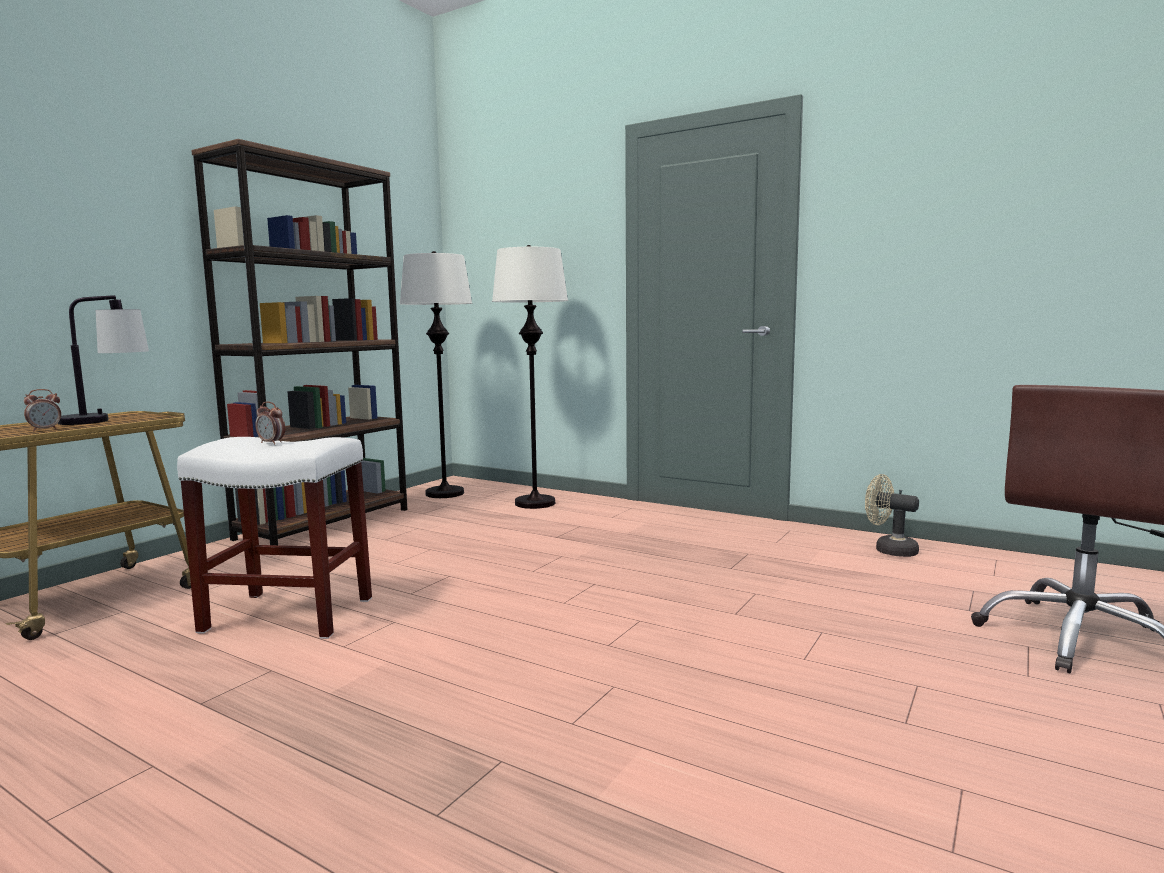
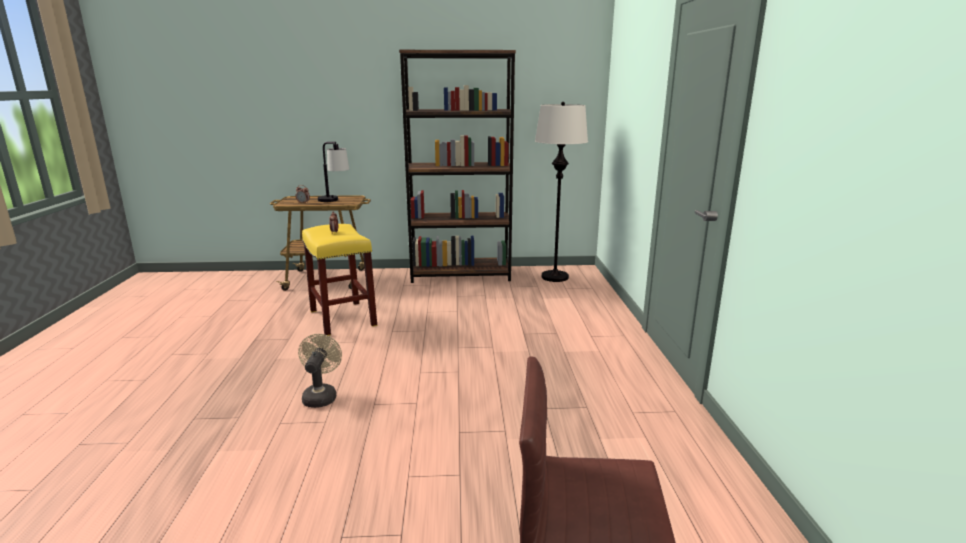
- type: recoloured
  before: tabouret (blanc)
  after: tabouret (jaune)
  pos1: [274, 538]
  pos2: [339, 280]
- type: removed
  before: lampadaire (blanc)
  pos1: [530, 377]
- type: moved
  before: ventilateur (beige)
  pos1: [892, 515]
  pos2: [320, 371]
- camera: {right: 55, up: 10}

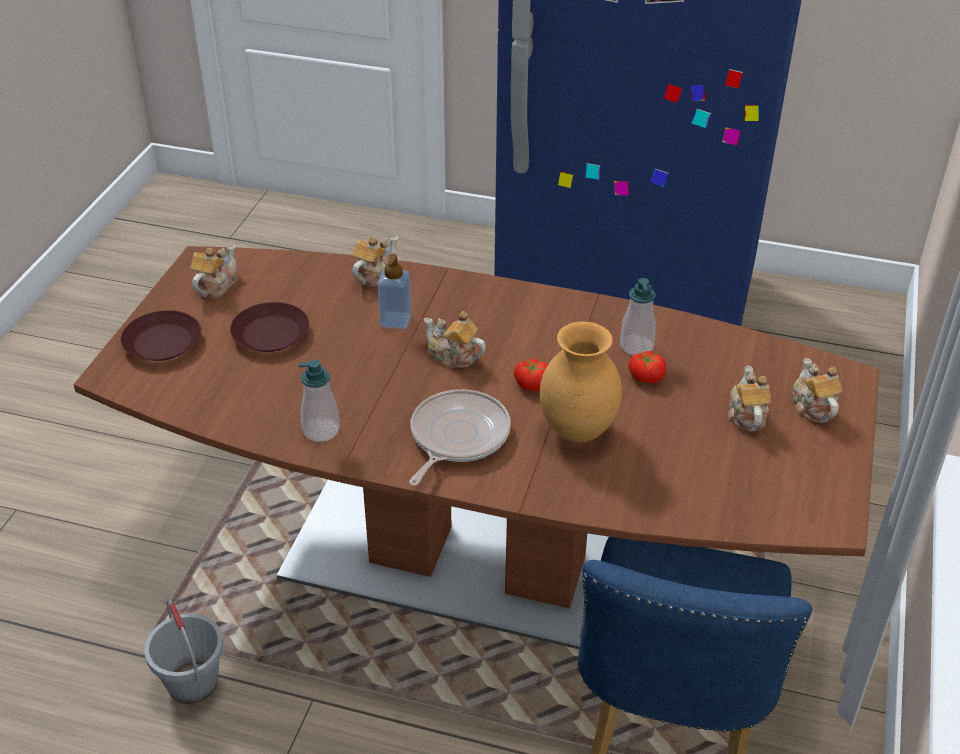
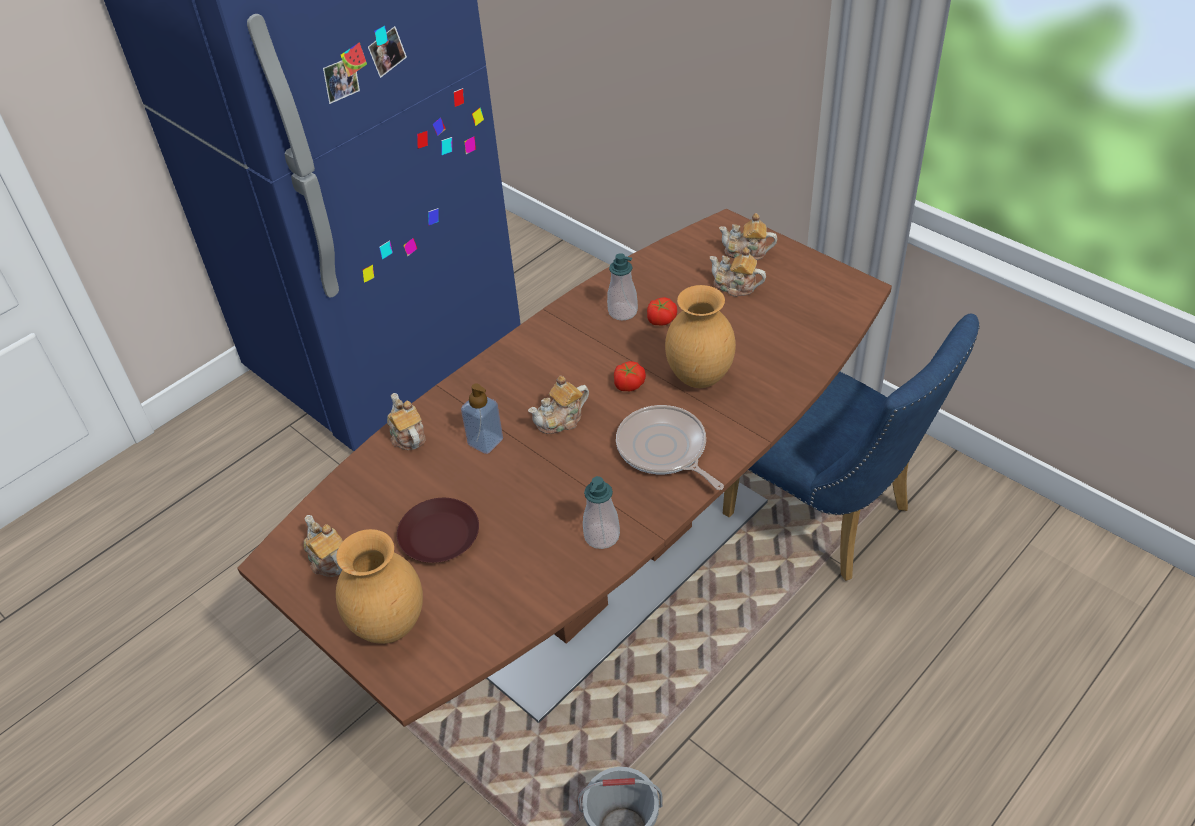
- type: replaced
  before: assiette (marron)
  after: vase (marron)
  pos1: [160, 335]
  pos2: [379, 586]
- camera: {right: -60, up: 5}

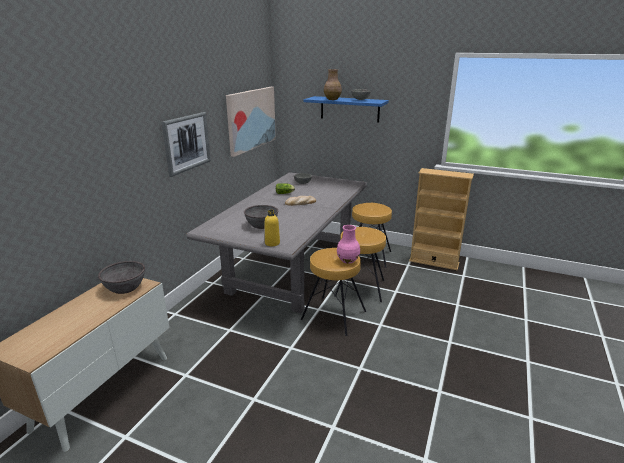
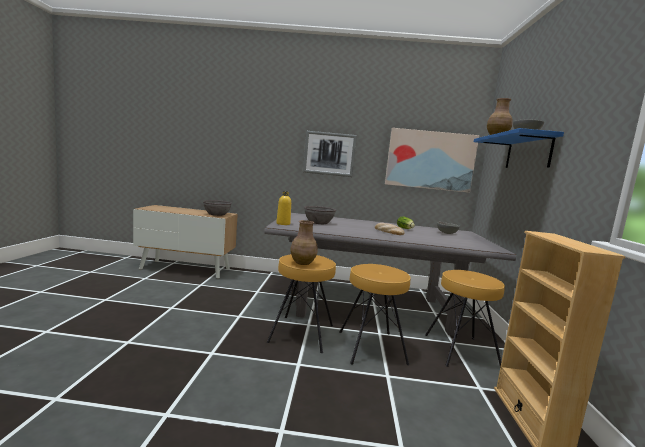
- type: recoloured
  before: vase (rose)
  after: vase (marron)
  pos1: [348, 244]
  pos2: [304, 242]
- camera: {right: 70, up: -15}

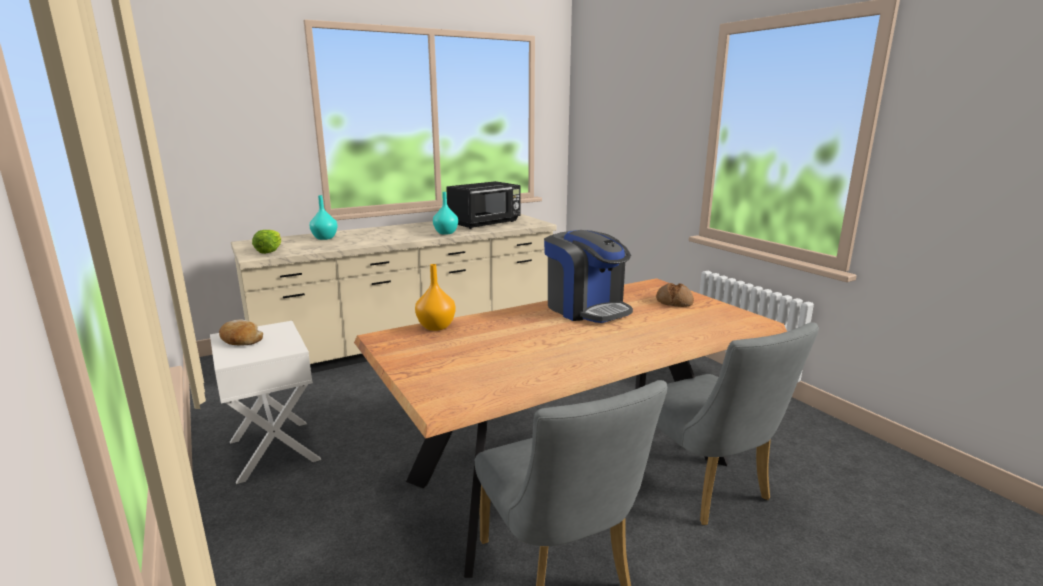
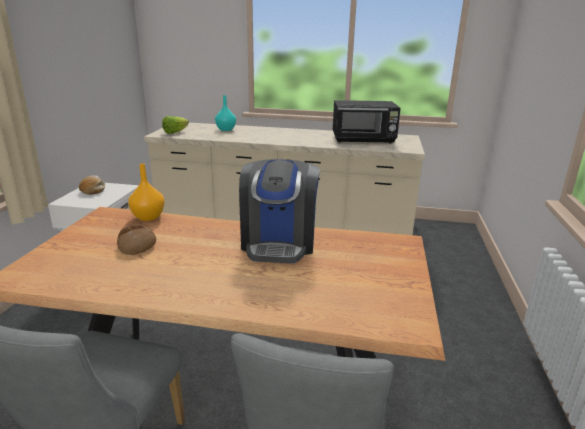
- type: removed
  before: vase (turquoise)
  pos1: [445, 213]
- type: moved
  before: pain
  pos1: [675, 295]
  pos2: [136, 239]
- camera: {right: 40, up: 5}

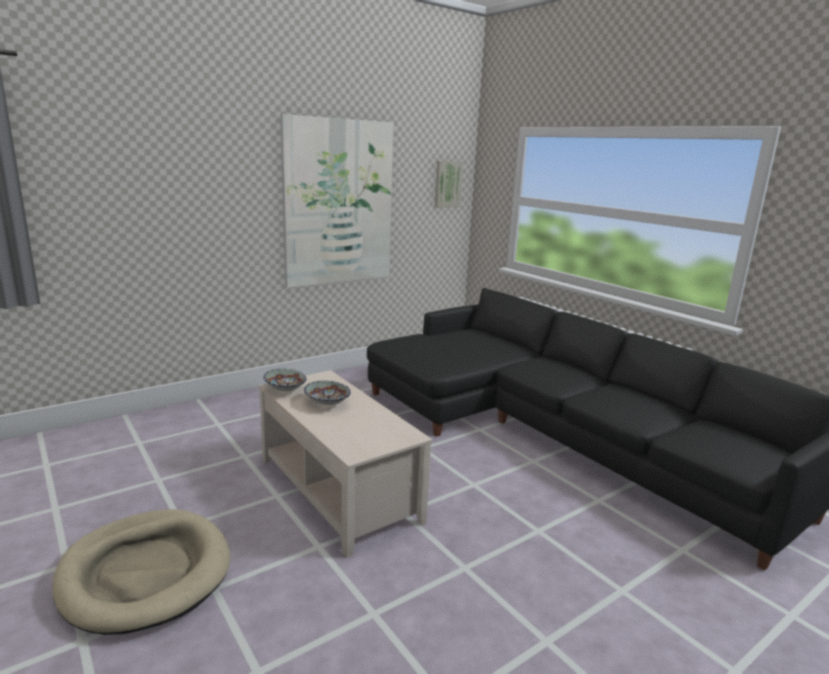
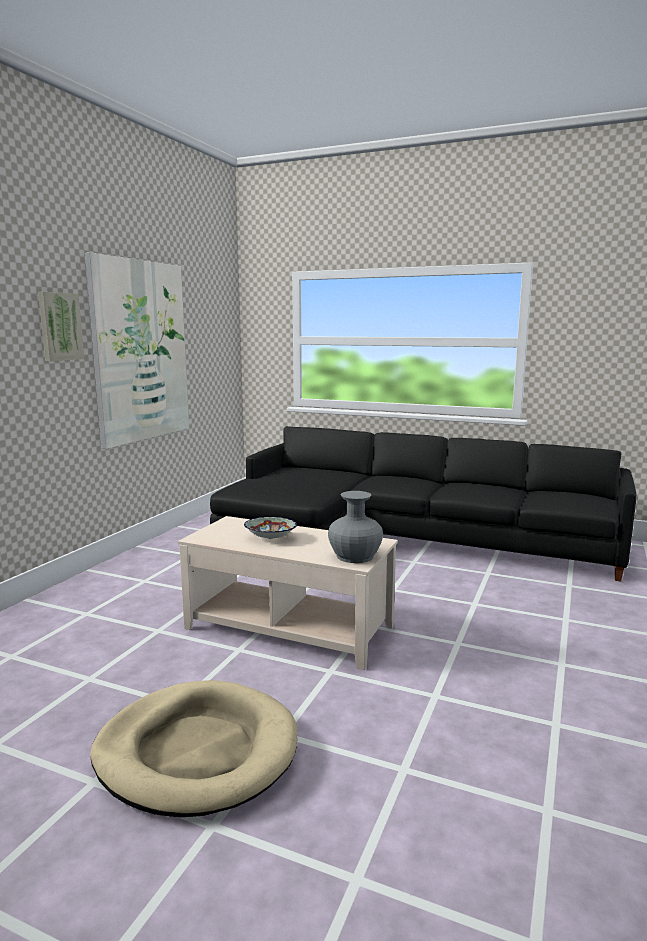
- type: removed
  before: bol
  pos1: [285, 380]
- type: moved
  before: tableau
  pos1: [449, 184]
  pos2: [61, 326]
- type: added
  after: vase (gris)
  pos2: [355, 527]
- camera: {right: -30, up: -5}

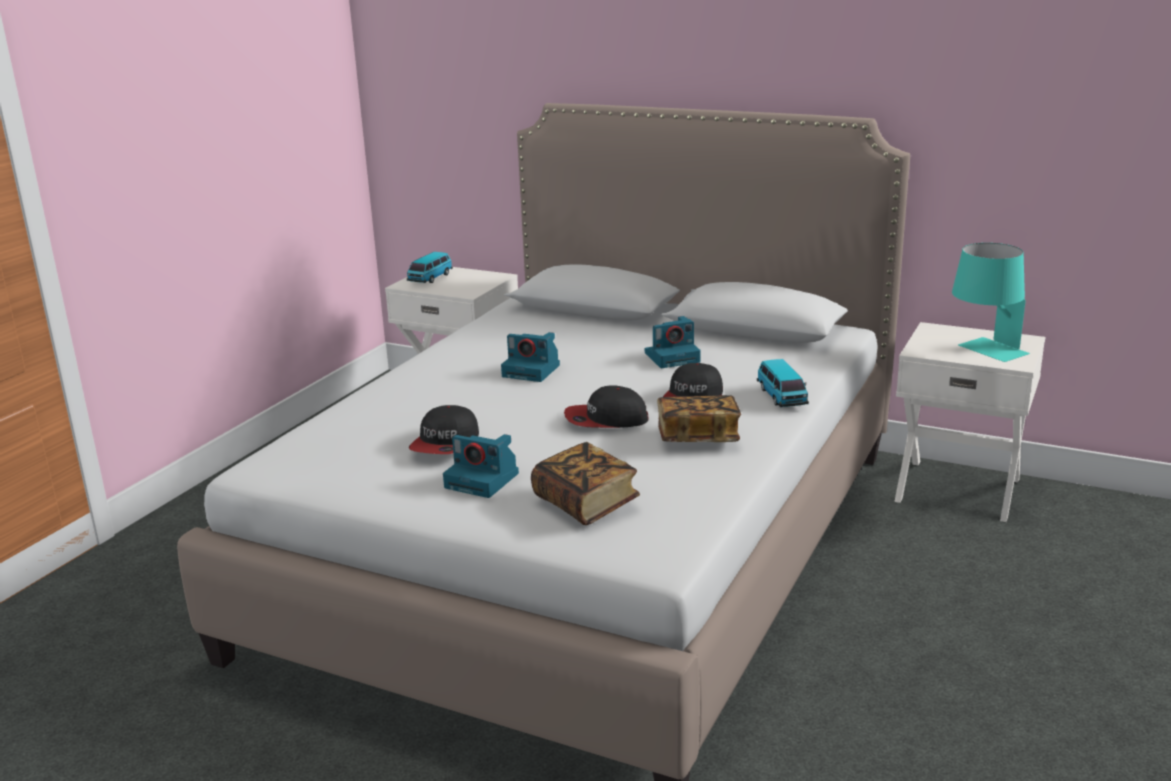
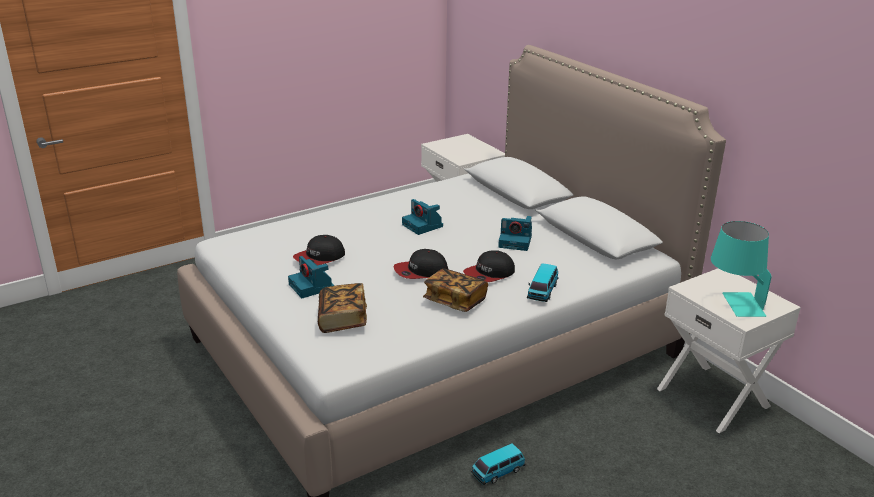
- type: moved
  before: petite voiture
  pos1: [430, 267]
  pos2: [498, 464]
- type: turned
  before: casquette
  pos1: [606, 406]
  pos2: [420, 264]
  turn: -45
- camera: {right: 30, up: 5}

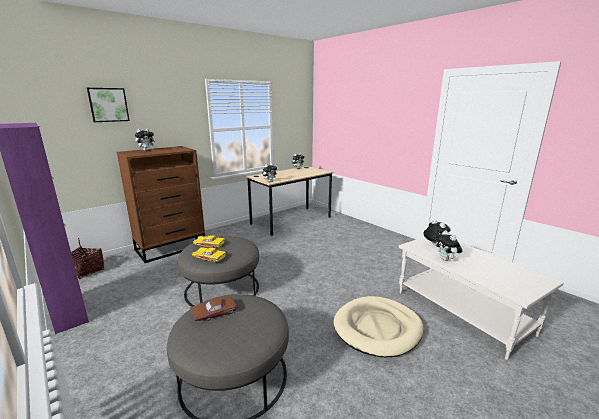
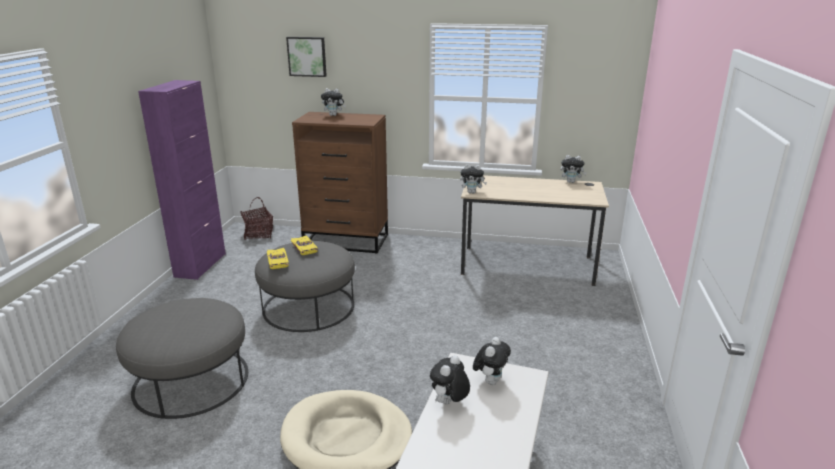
- type: removed
  before: petite voiture (marron)
  pos1: [213, 308]
- camera: {right: 50, up: 5}

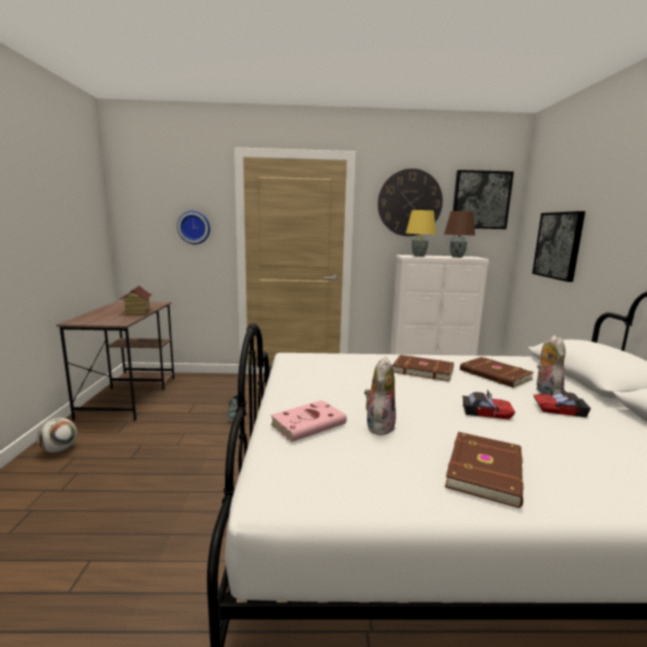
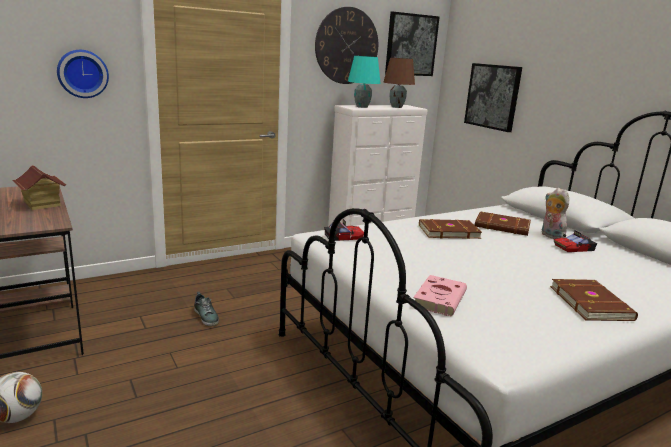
- type: removed
  before: peluche
  pos1: [380, 395]
- type: recoloured
  before: lampe de table (jaune)
  after: lampe de table (turquoise)
  pos1: [421, 233]
  pos2: [364, 82]
- type: moved
  before: petite voiture
  pos1: [488, 404]
  pos2: [344, 230]
- camera: {right: -30, up: 5}

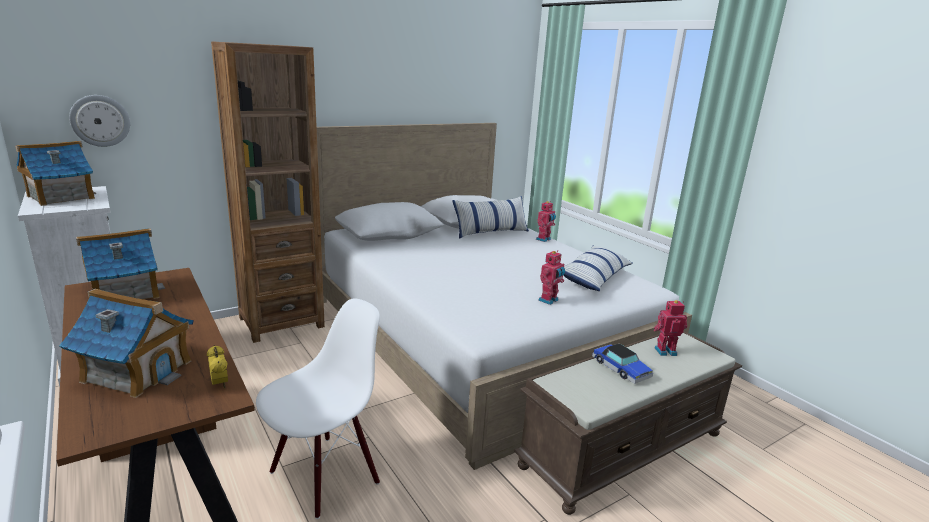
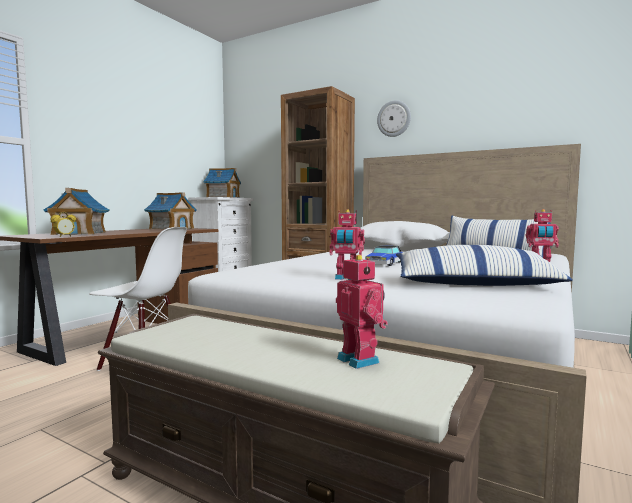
- type: moved
  before: horloge murale
  pos1: [99, 121]
  pos2: [394, 118]
- type: moved
  before: petite voiture
  pos1: [622, 364]
  pos2: [383, 255]
- camera: {right: 65, up: -15}

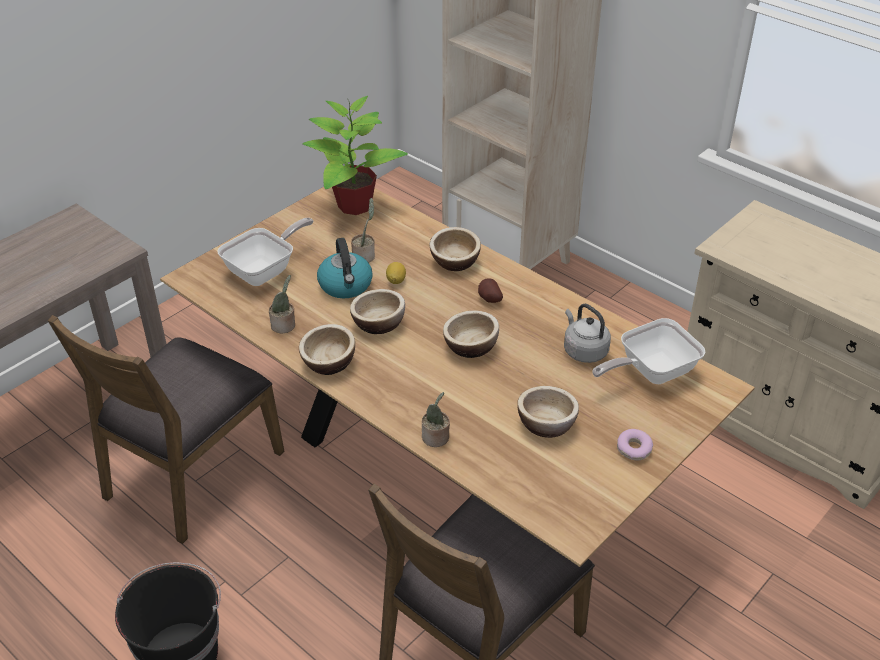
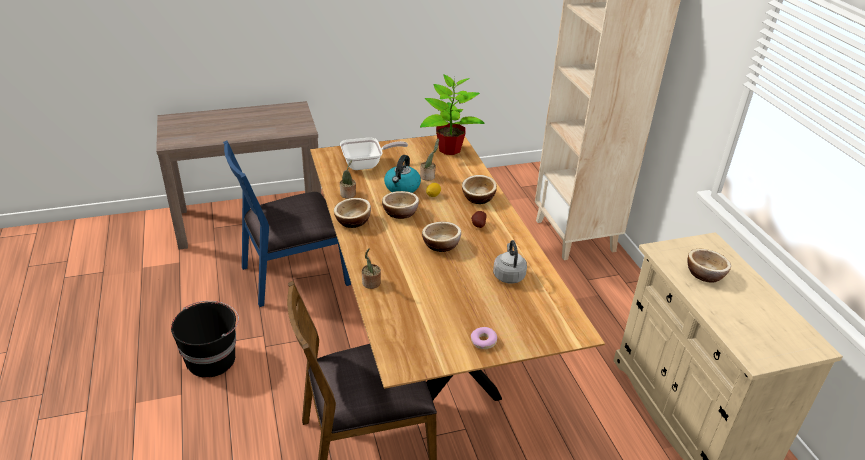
- type: recoloured
  before: chaise (marron)
  after: chaise (bleu)
  pos1: [166, 429]
  pos2: [287, 224]
- type: moved
  before: bol
  pos1: [548, 412]
  pos2: [709, 266]
- type: removed
  before: poêle
  pos1: [649, 351]
- camera: {right: 30, up: -5}

